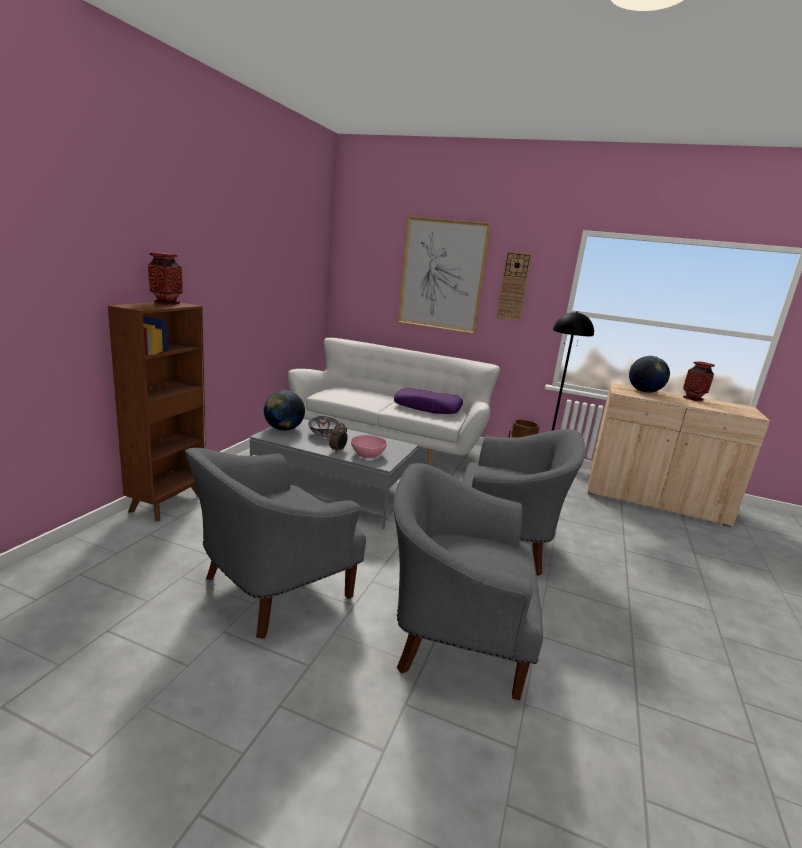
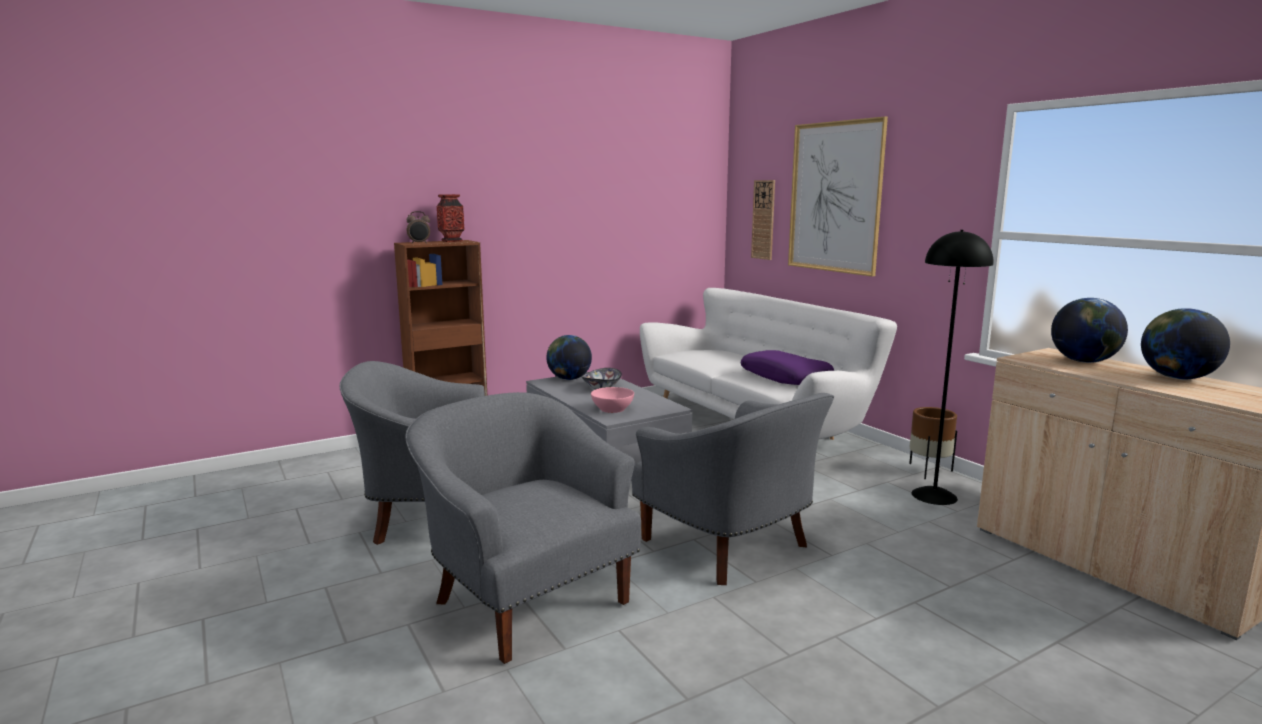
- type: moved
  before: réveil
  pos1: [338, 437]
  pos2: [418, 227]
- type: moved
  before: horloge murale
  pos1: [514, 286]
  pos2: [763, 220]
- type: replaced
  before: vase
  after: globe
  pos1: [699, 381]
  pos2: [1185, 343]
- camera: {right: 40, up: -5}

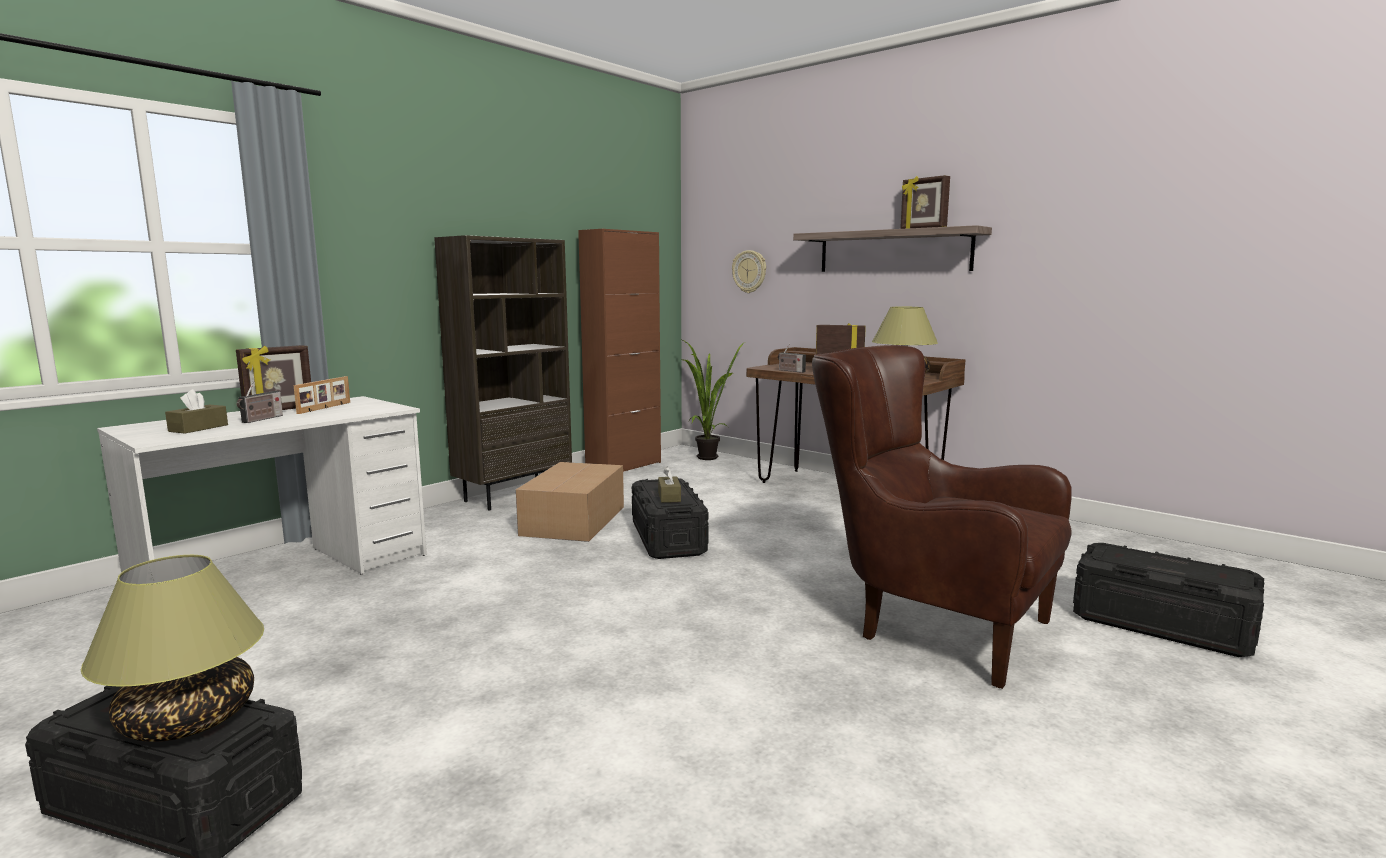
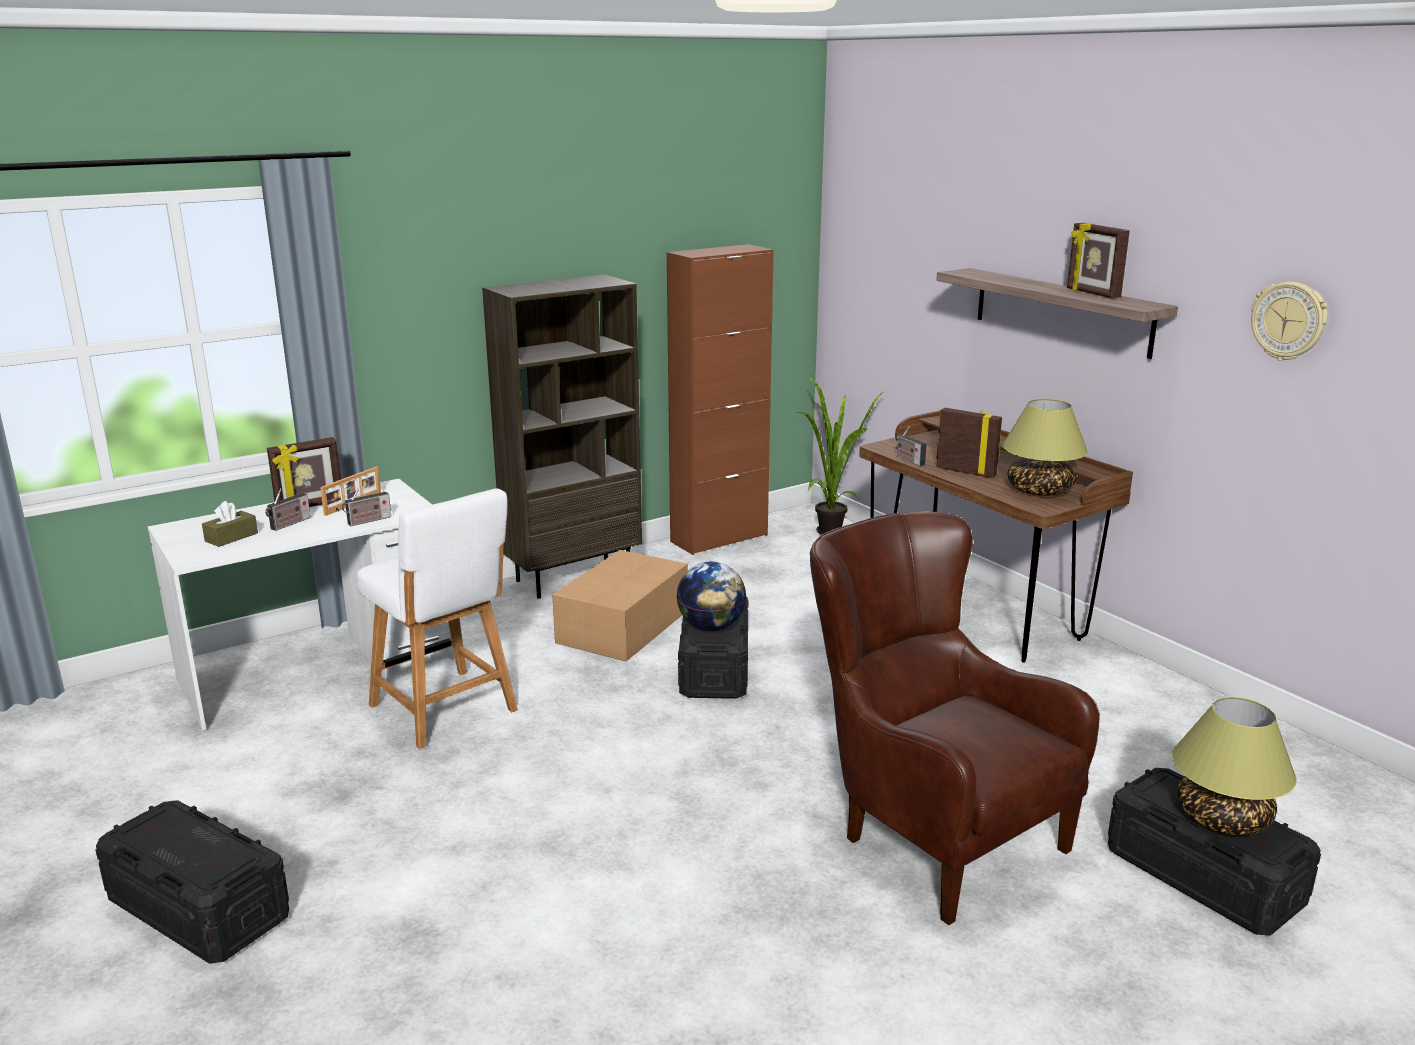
- type: moved
  before: lampe de table
  pos1: [172, 648]
  pos2: [1234, 766]
- type: replaced
  before: boîte à mouchoirs (marron)
  after: globe
  pos1: [669, 484]
  pos2: [711, 596]
- type: moved
  before: horloge murale
  pos1: [749, 271]
  pos2: [1289, 321]
- type: added
  after: radio
  pos2: [366, 505]
- type: added
  after: chaise (blanc)
  pos2: [437, 618]
- camera: {right: 15, up: 10}

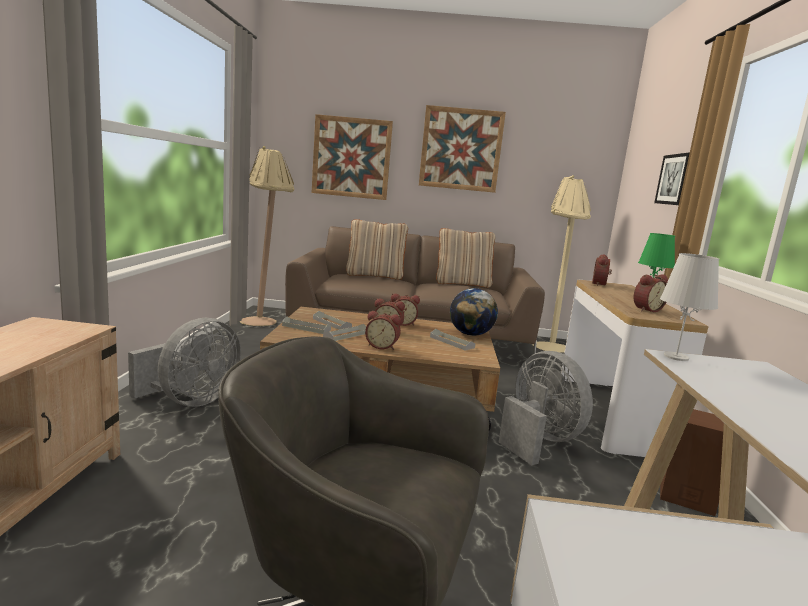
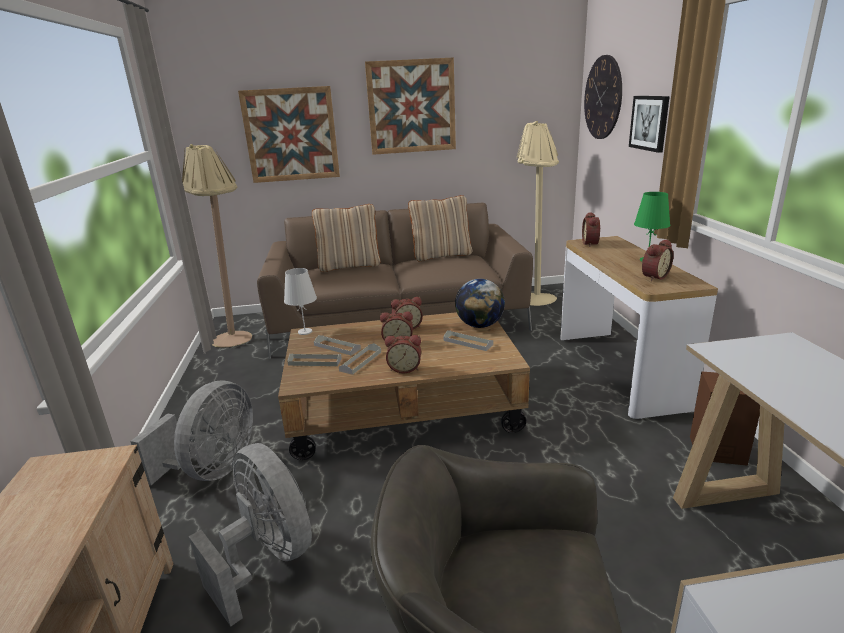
- type: moved
  before: ventilateur (gris)
  pos1: [546, 408]
  pos2: [250, 535]
- type: moved
  before: lampe de table (blanc)
  pos1: [689, 307]
  pos2: [300, 301]
- type: added
  after: horloge murale
  pos2: [603, 97]
- camera: {right: -10, up: 10}

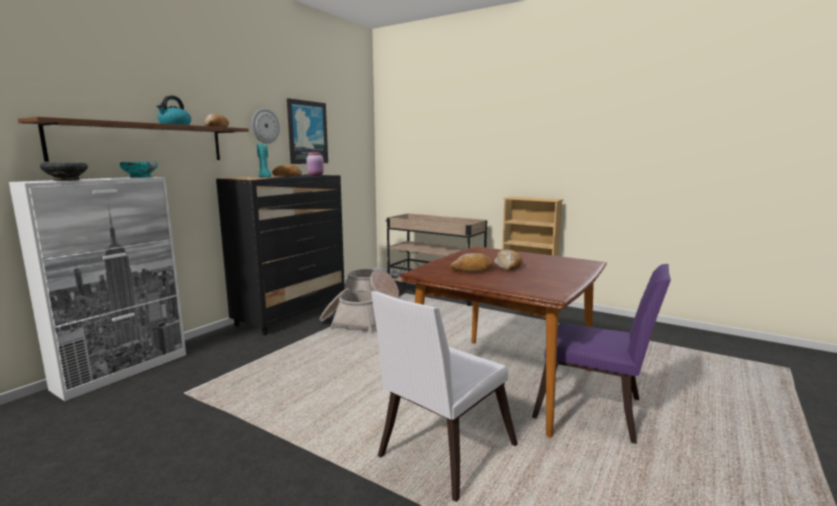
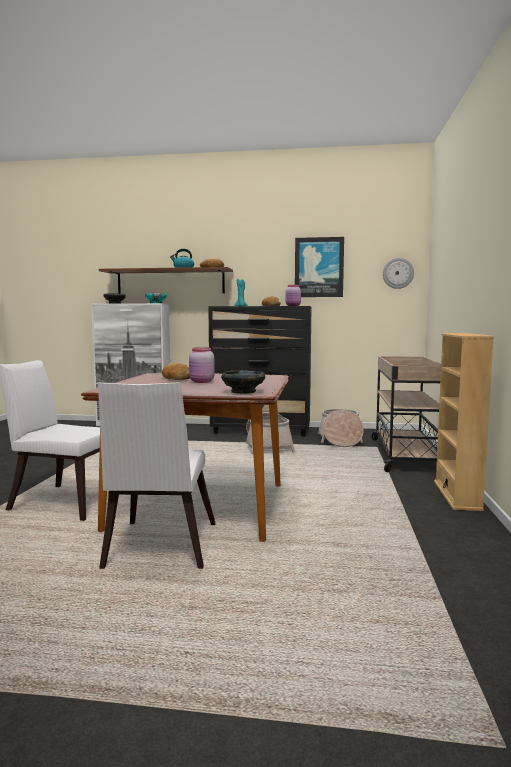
- type: moved
  before: horloge murale
  pos1: [266, 126]
  pos2: [398, 273]
- type: replaced
  before: pain
  after: bocal (rose)
  pos1: [508, 259]
  pos2: [202, 365]
- type: recoloured
  before: chaise (violet)
  after: chaise (blanc)
  pos1: [601, 354]
  pos2: [157, 475]
- type: added
  after: bol (noir)
  pos2: [243, 382]
- camera: {right: 65, up: -5}

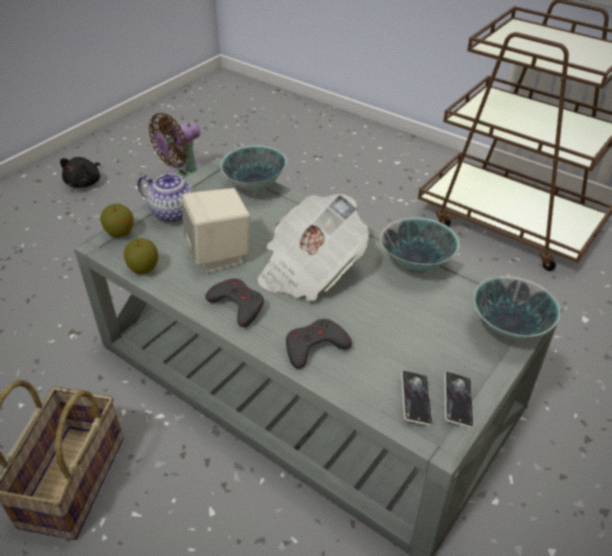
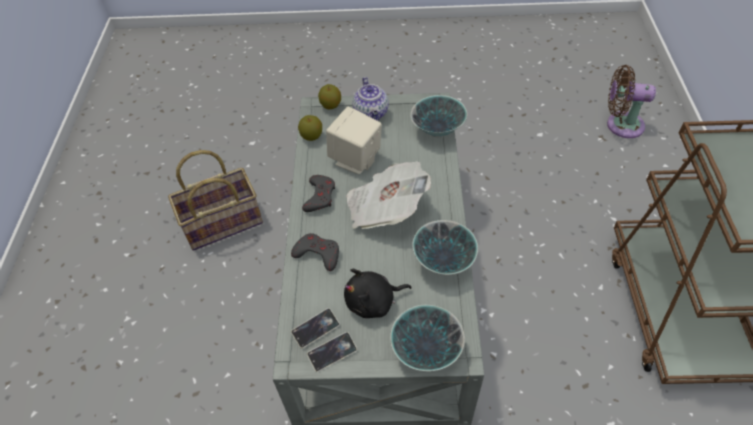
- type: moved
  before: peluche (noir)
  pos1: [80, 172]
  pos2: [378, 293]
- type: moved
  before: ventilateur (marron)
  pos1: [176, 146]
  pos2: [631, 101]
- camera: {right: 55, up: 10}

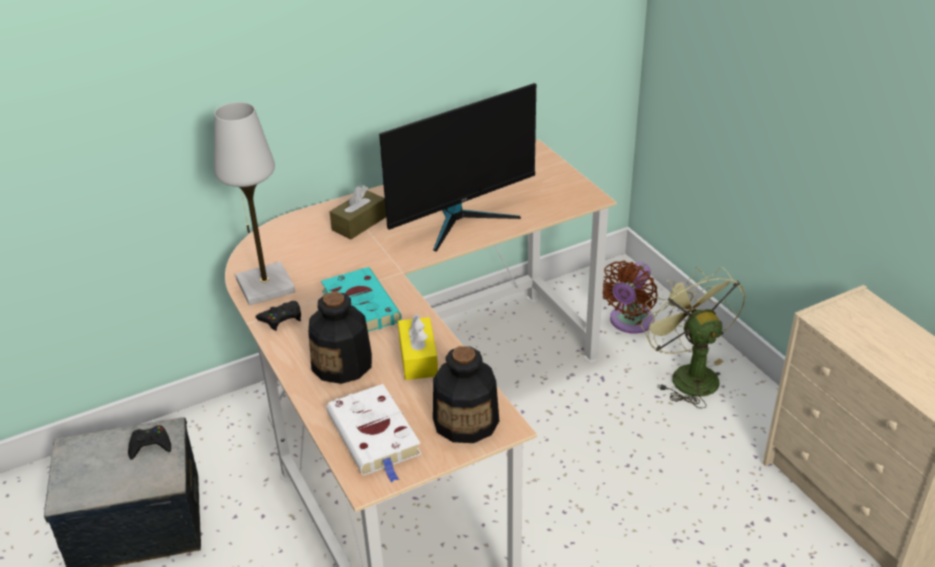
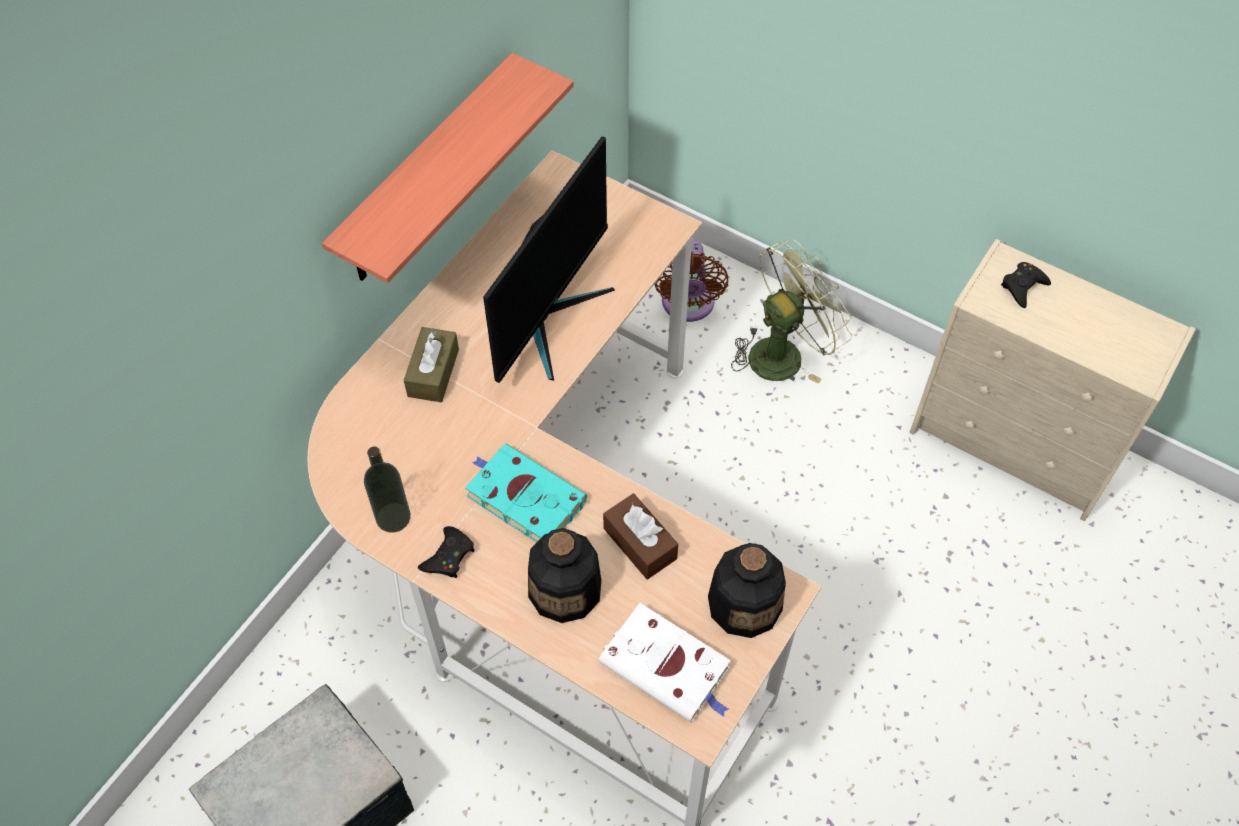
- type: moved
  before: manette (noir)
  pos1: [149, 442]
  pos2: [1026, 285]
- type: replaced
  before: lampe de table (blanc)
  after: bouteille
  pos1: [254, 203]
  pos2: [387, 489]
- type: recoloured
  before: boîte à mouchoirs (jaune)
  after: boîte à mouchoirs (marron)
  pos1: [418, 346]
  pos2: [640, 536]
- type: turned
  before: ventilateur (vert)
  pos1: [693, 337]
  pos2: [791, 311]
  turn: 105
- type: added
  after: étagère
  pos2: [448, 168]
- camera: {right: -30, up: 20}

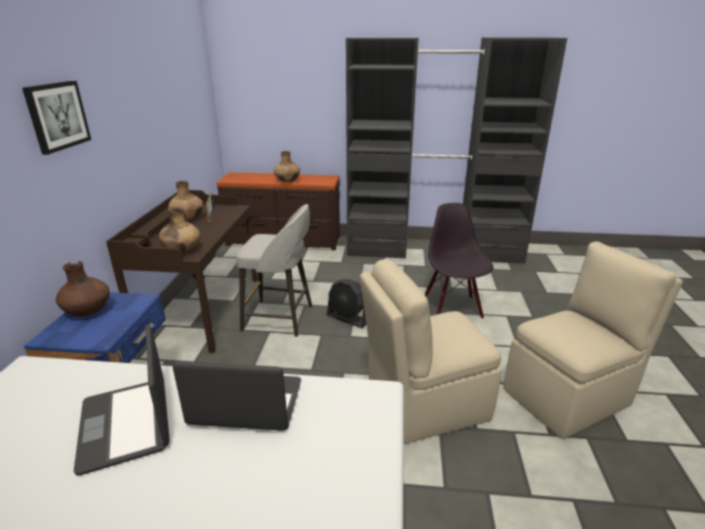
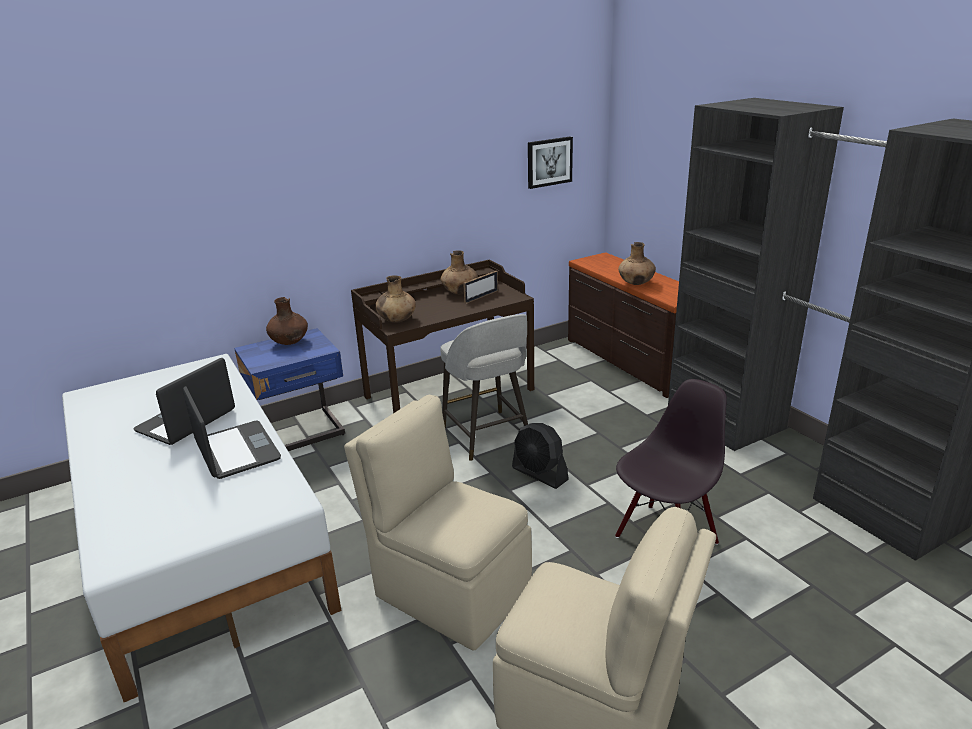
- type: moved
  before: tableau
  pos1: [56, 118]
  pos2: [550, 162]
- type: turned
  before: ventilateur (noir)
  pos1: [346, 303]
  pos2: [540, 456]
  turn: -45
- camera: {right: 55, up: 0}

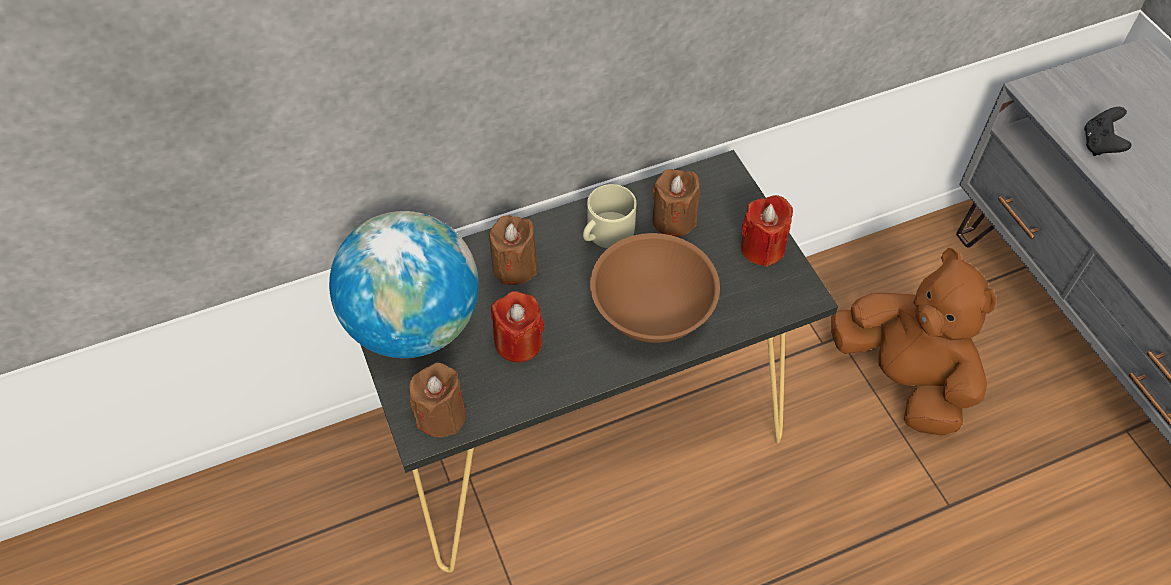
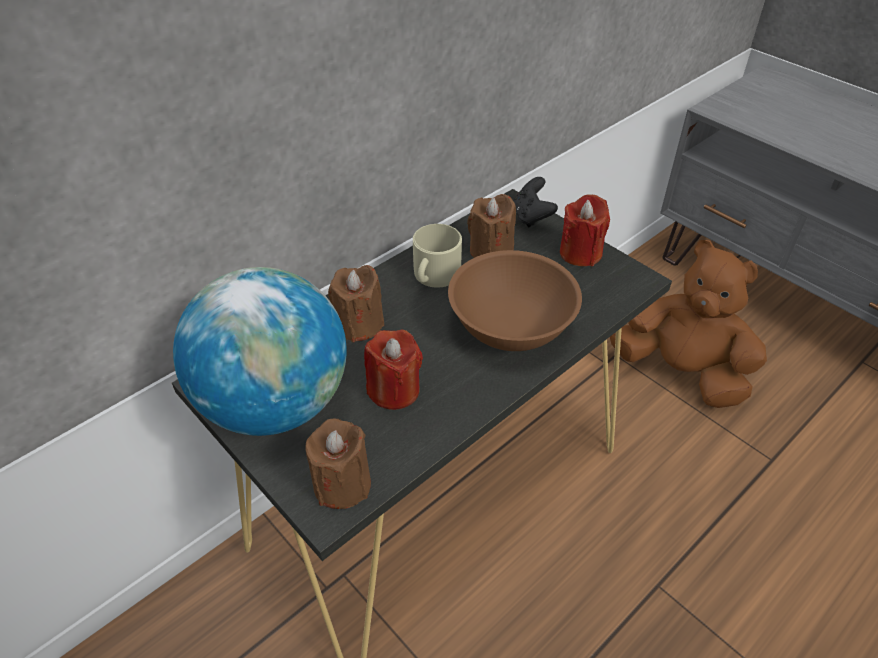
- type: moved
  before: manette (noir)
  pos1: [1108, 131]
  pos2: [535, 202]
- camera: {right: -20, up: -10}

